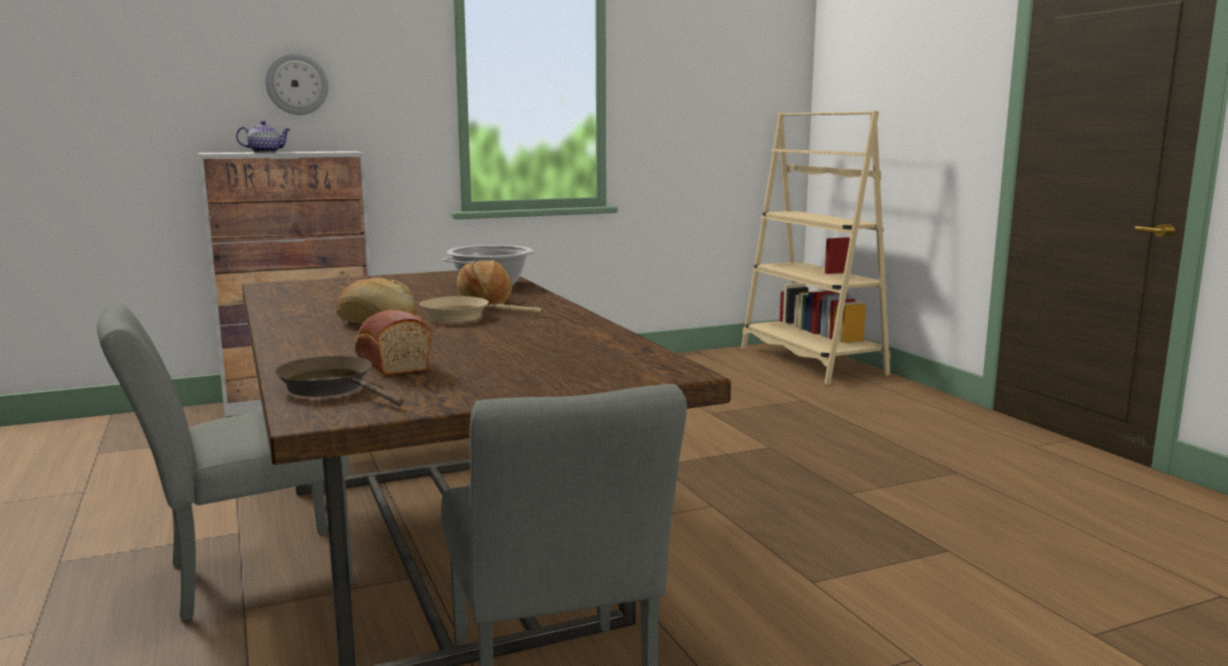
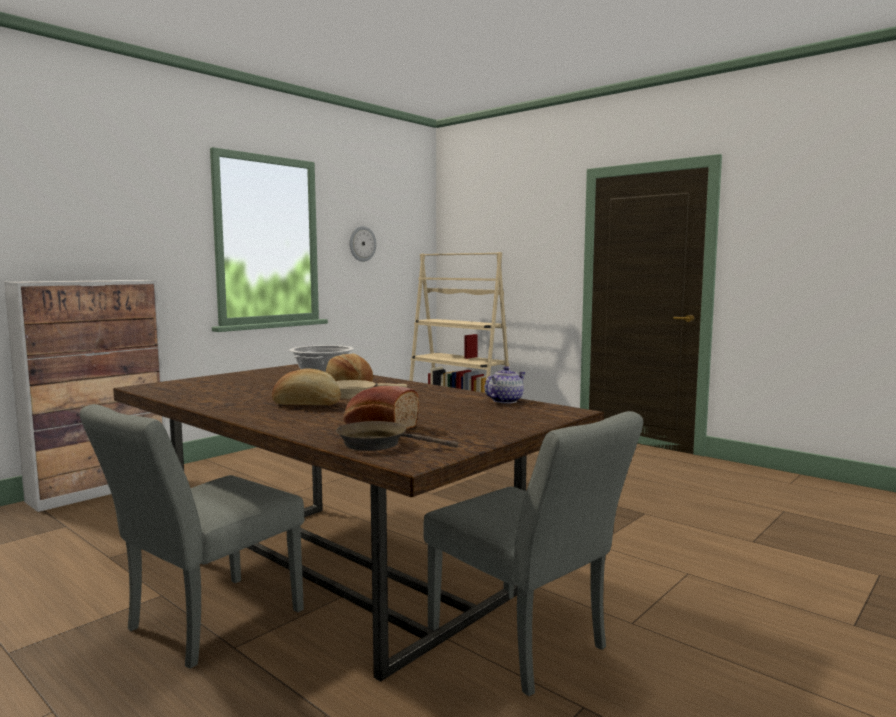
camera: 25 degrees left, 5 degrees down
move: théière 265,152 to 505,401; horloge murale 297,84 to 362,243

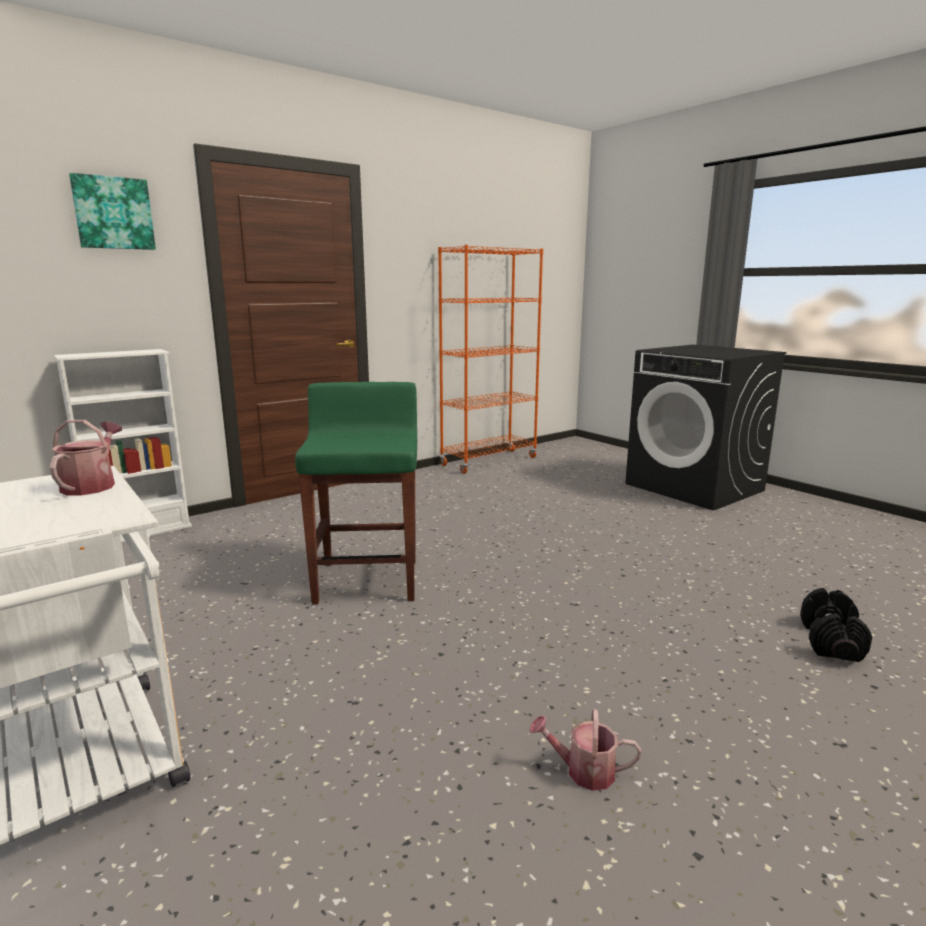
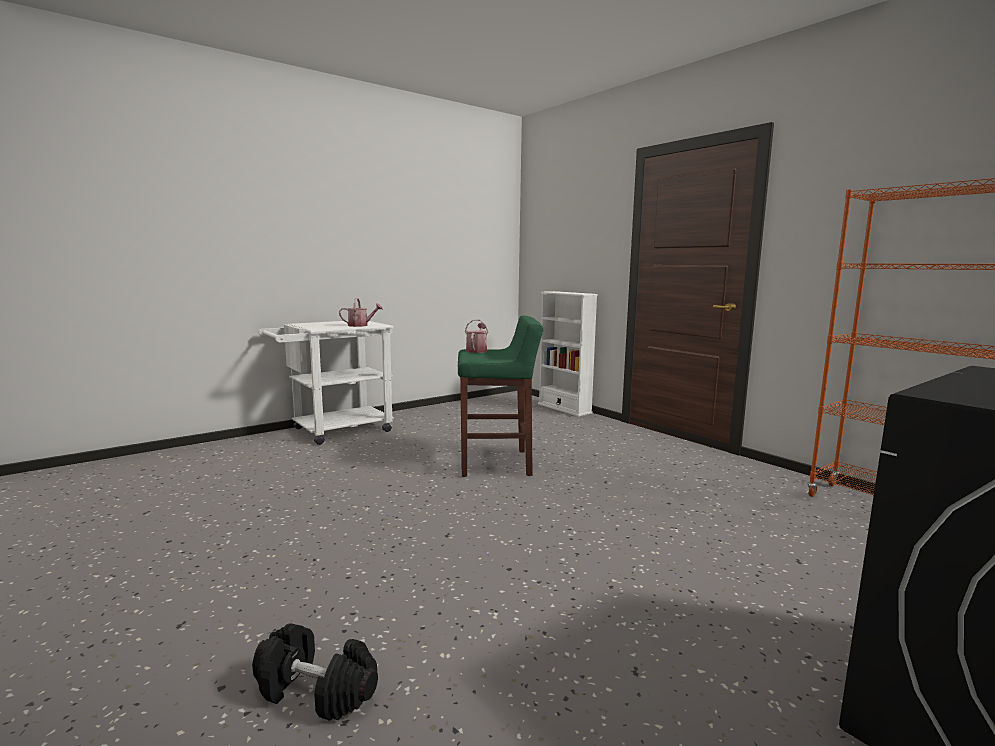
camera: 90 degrees right, 5 degrees down
delete: tableau 113,213
move: arrosoir 583,771 to 477,350

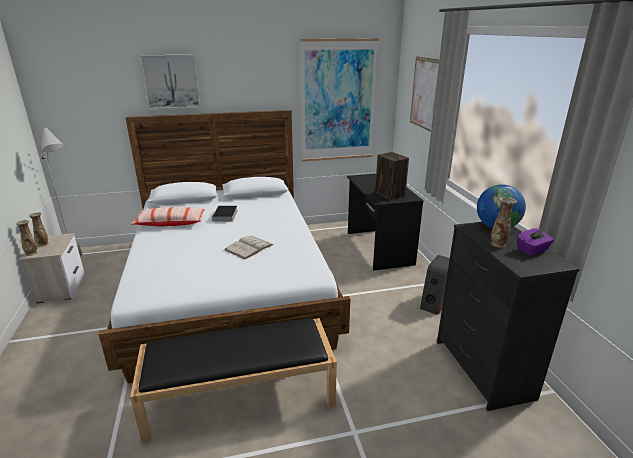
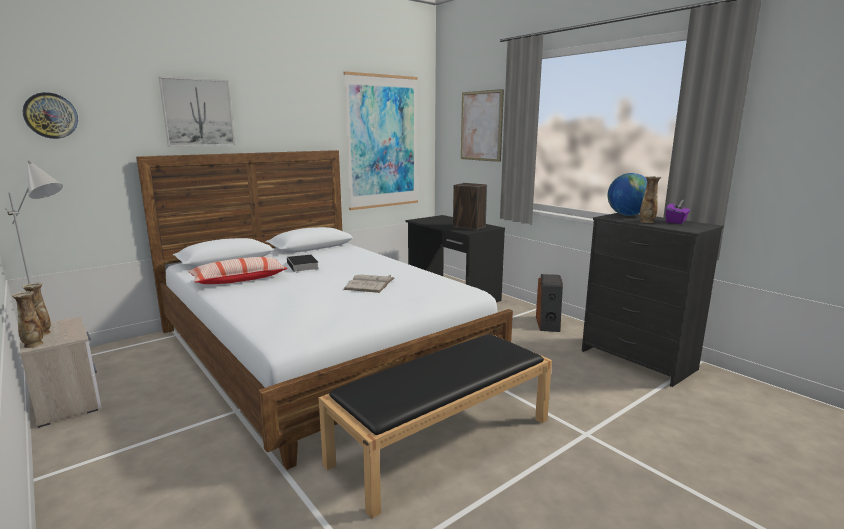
camera: 25 degrees left, 10 degrees down
insert: horloge murale 50,115

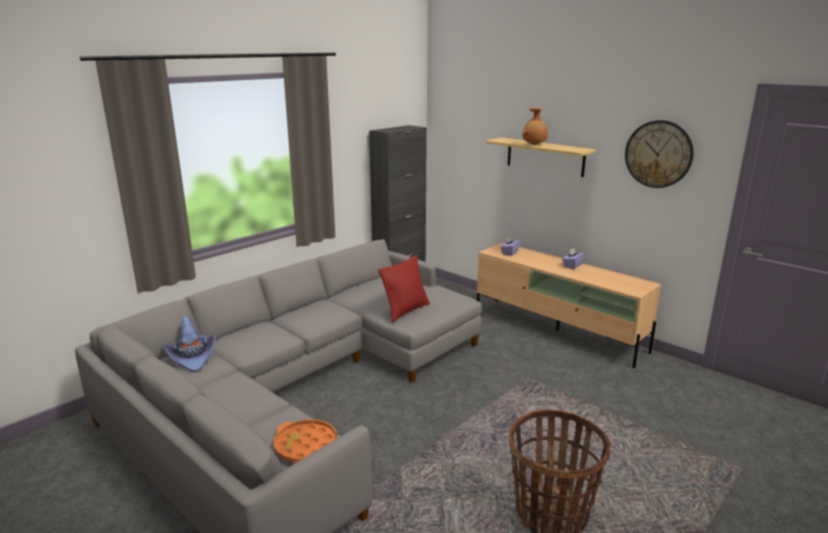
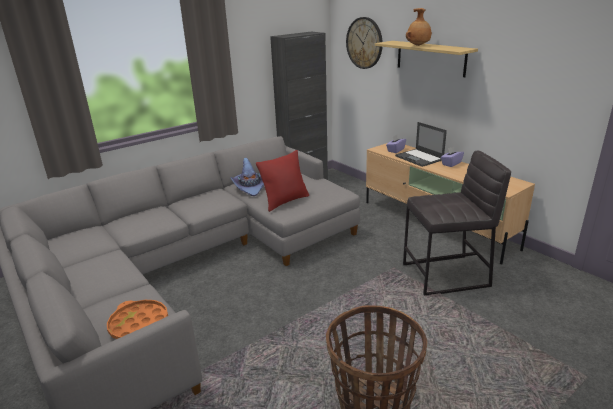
camera: 10 degrees right, 5 degrees up
insert: ordinateur portable 419,158; tabouret/gris 446,275
move: chapeau/violet 192,357 to 250,187; horloge murale 658,154 to 364,43

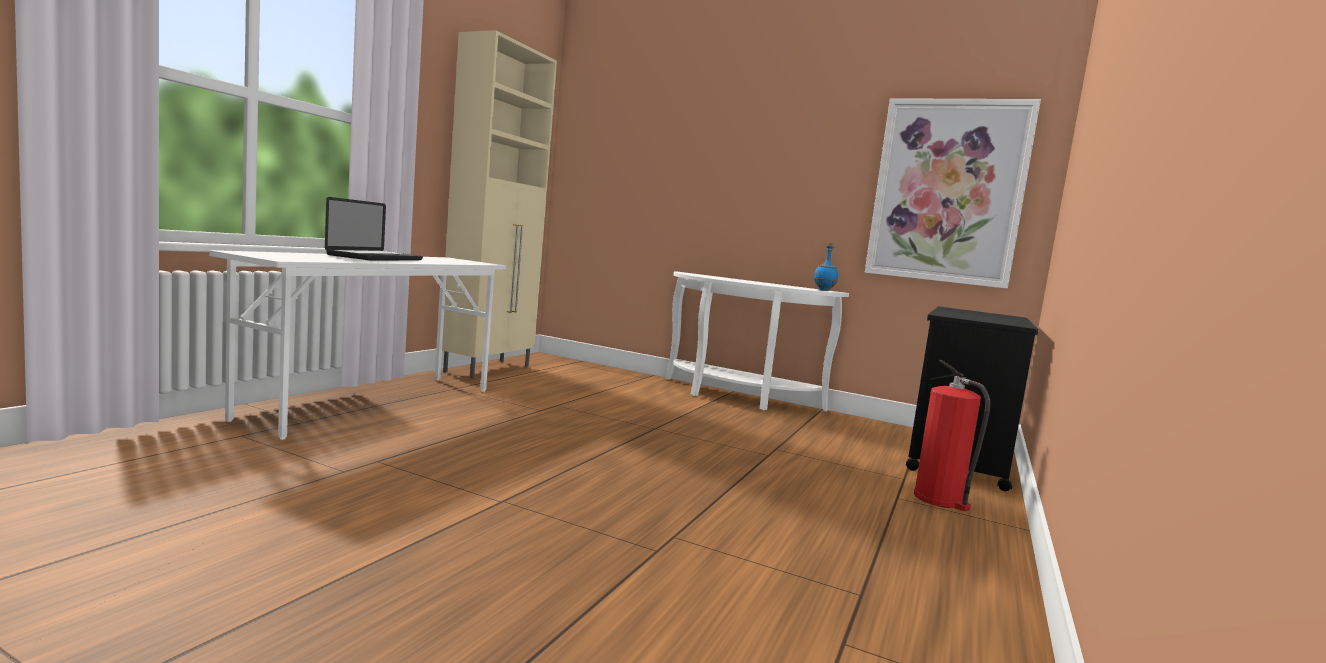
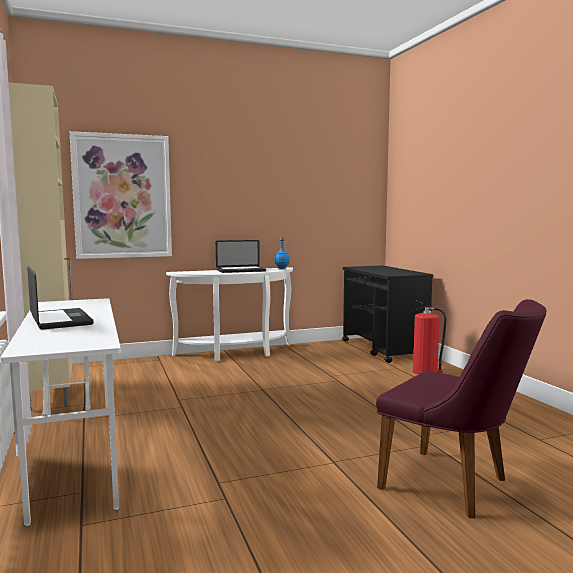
camera: 45 degrees left, 0 degrees up
insert: ordinateur portable 241,270; chaise/violet 455,486
move: tableau 947,191 to 122,196

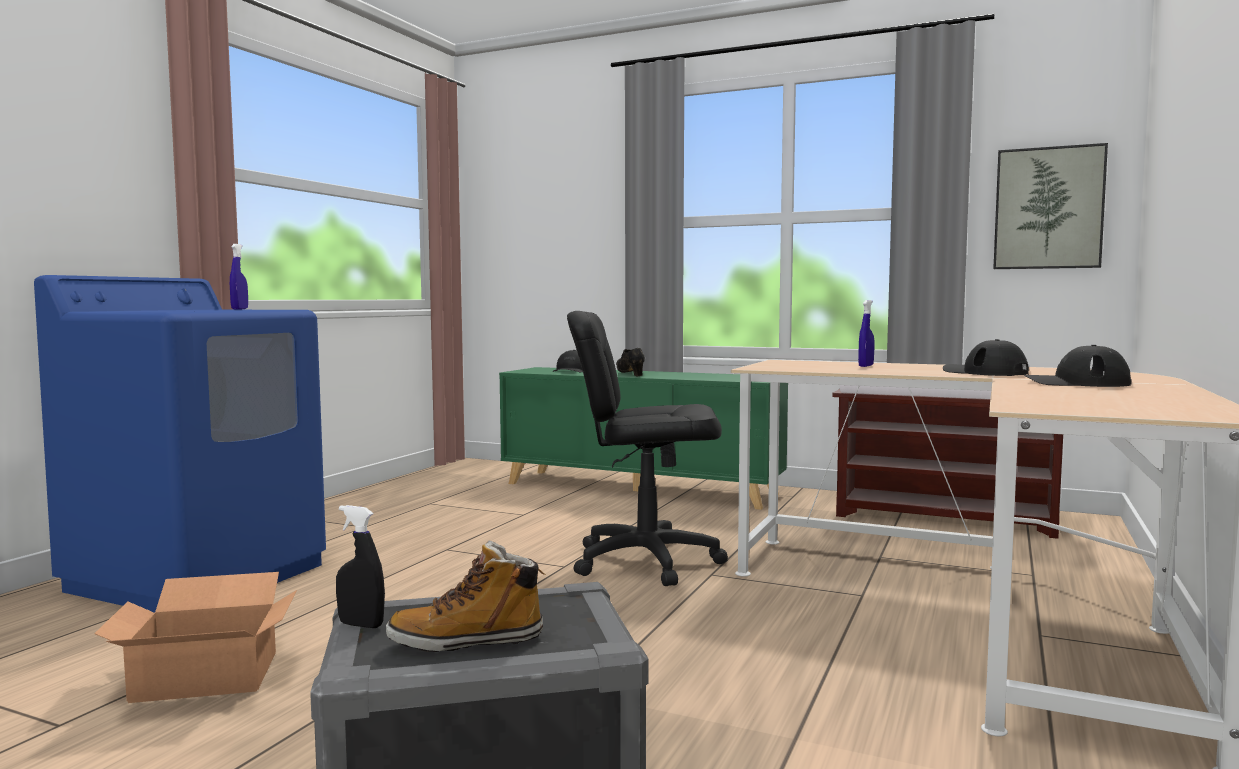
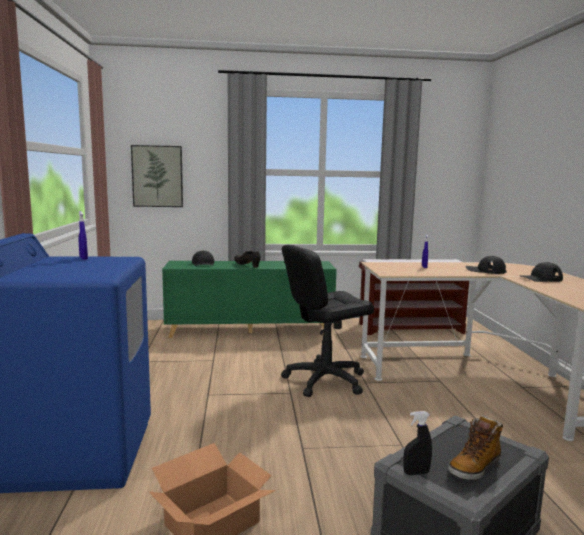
camera: 30 degrees left, 5 degrees up
move: tableau 1048,208 to 157,176

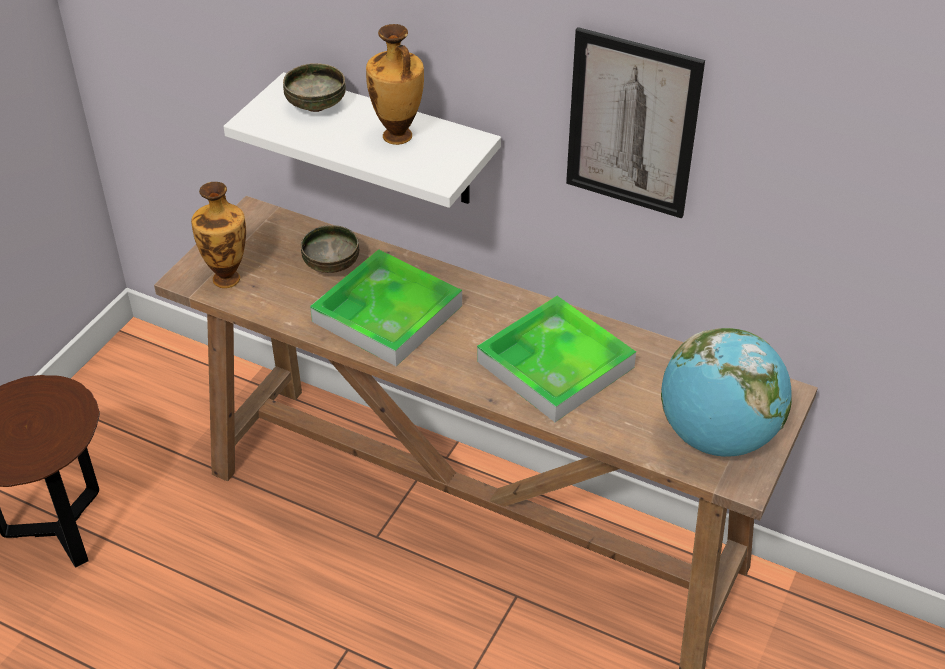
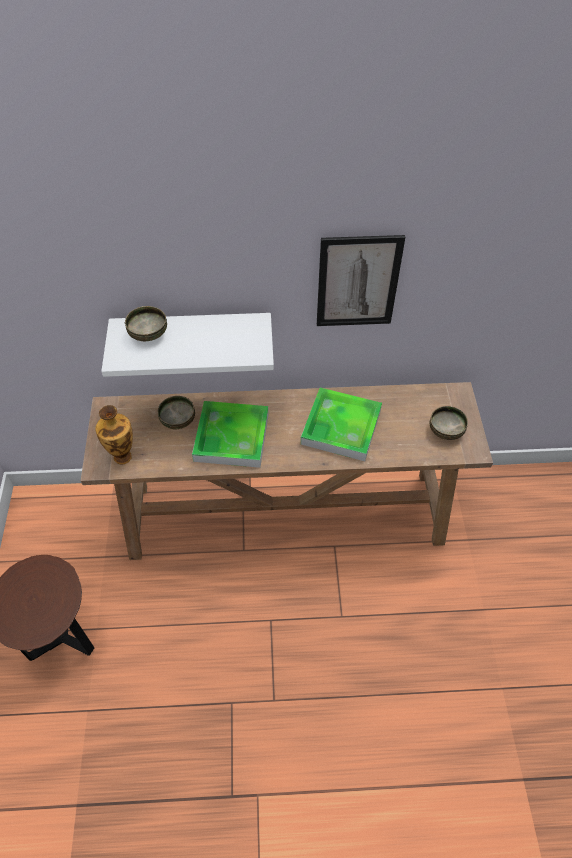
camera: 30 degrees left, 10 degrees up
delete: vase 398,137
replace: globe 717,437 to bol 446,431

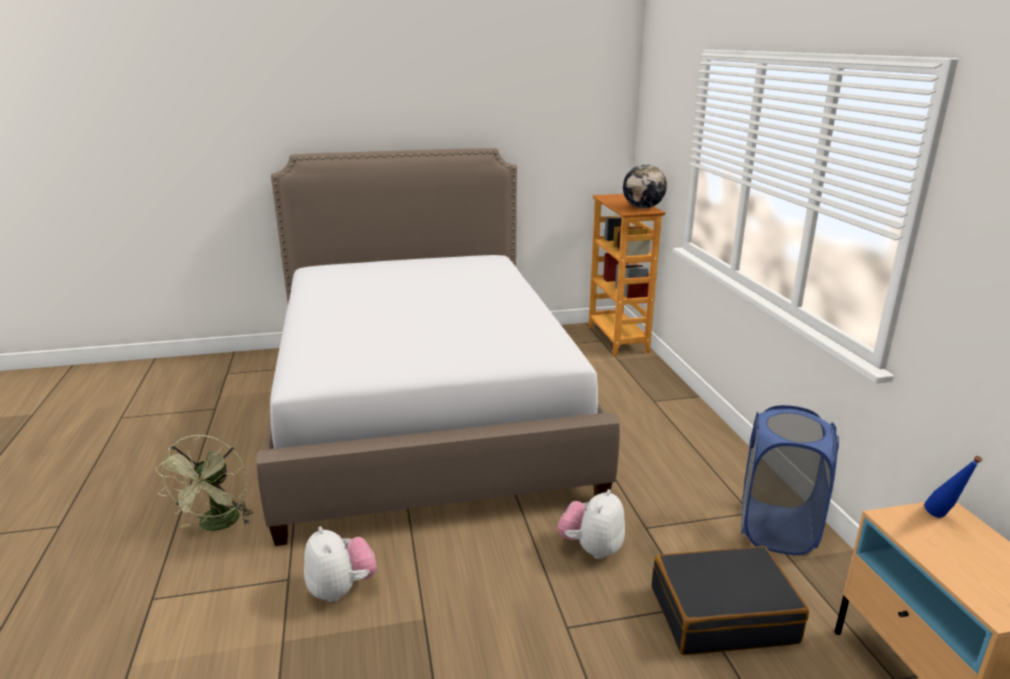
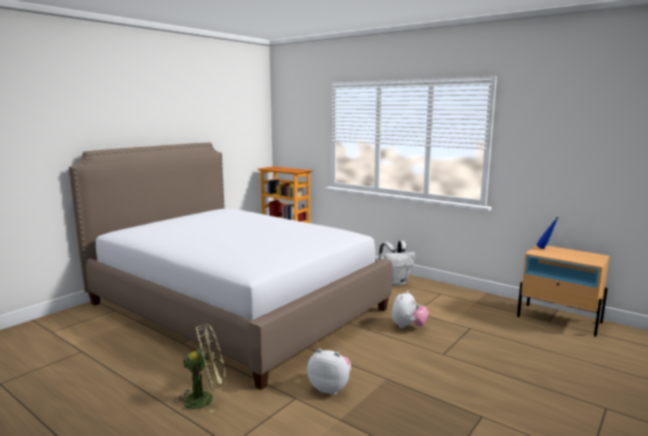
camera: 40 degrees left, 10 degrees down
delete: globe 643,208; valise/noir 722,614; panier à linge/bleu 776,529
insert: sac à dos/blanc 395,283
rotate: ventilateur/vert 217,525 = 205,398 75 degrees counterclockwise; peluche 592,548 = 408,326 135 degrees counterclockwise

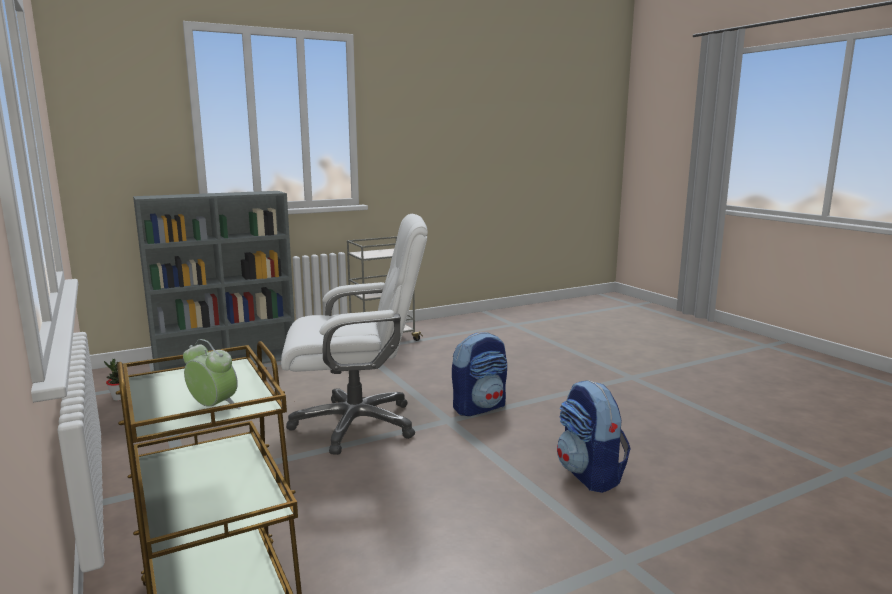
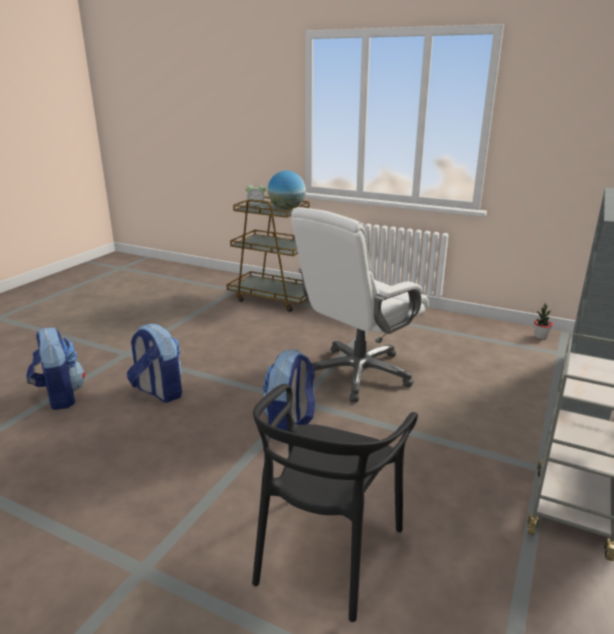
camera: 145 degrees right, 10 degrees up
insert: sac à dos 60,397; chaise/noir 326,551; globe 286,209

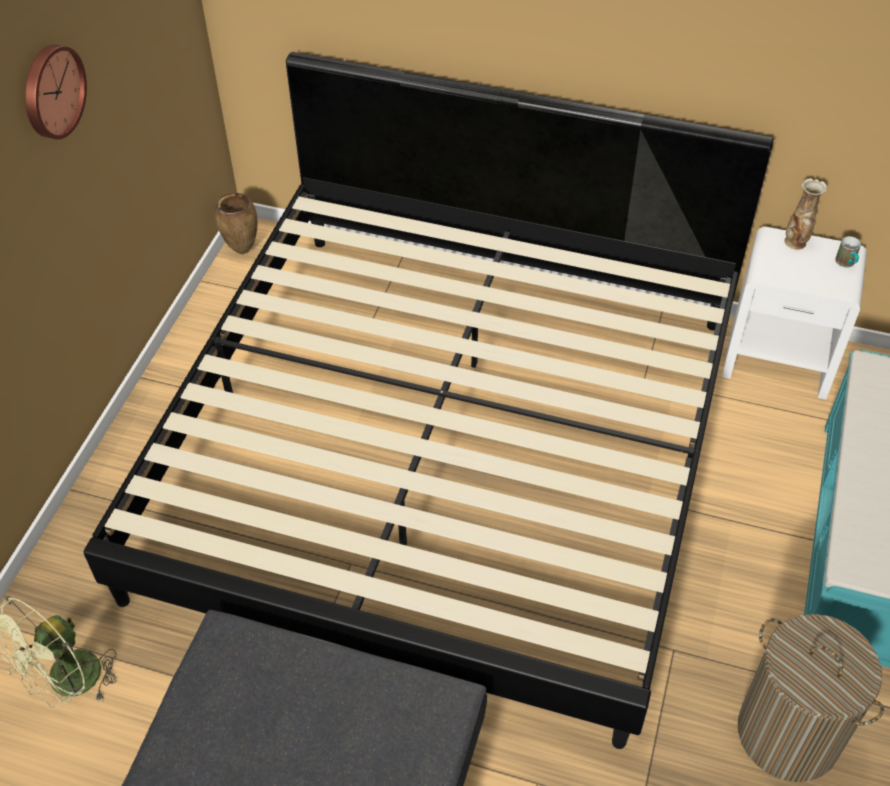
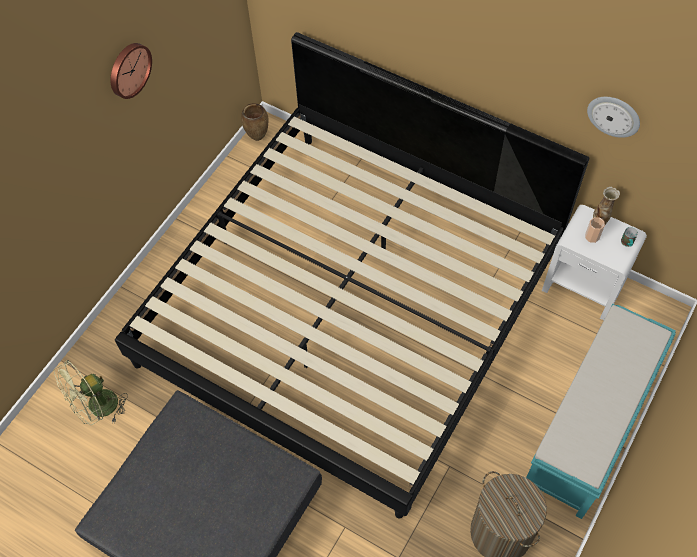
camera: 15 degrees right, 10 degrees up
insert: tasse 592,236; horloge murale 614,115

